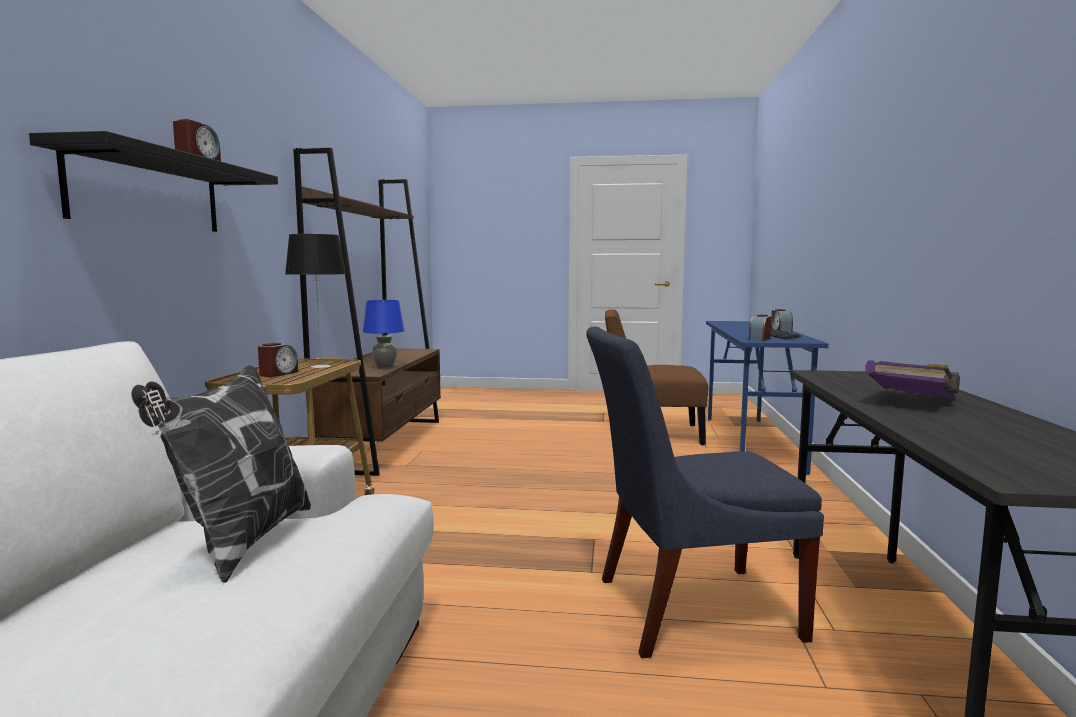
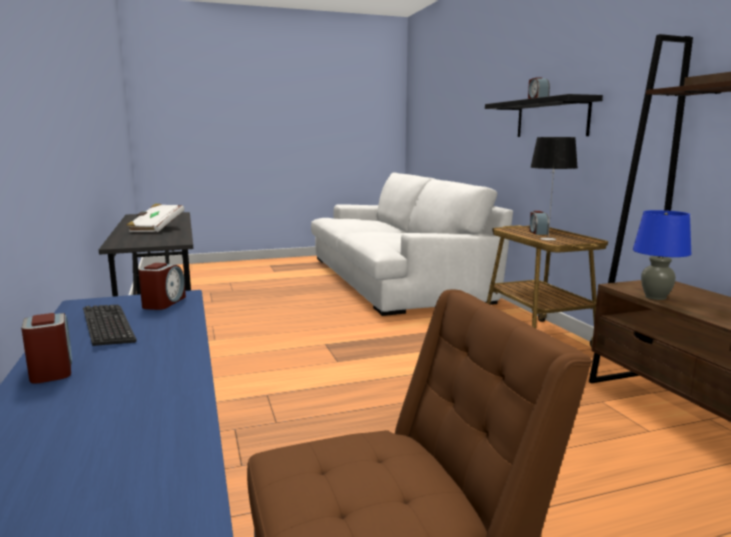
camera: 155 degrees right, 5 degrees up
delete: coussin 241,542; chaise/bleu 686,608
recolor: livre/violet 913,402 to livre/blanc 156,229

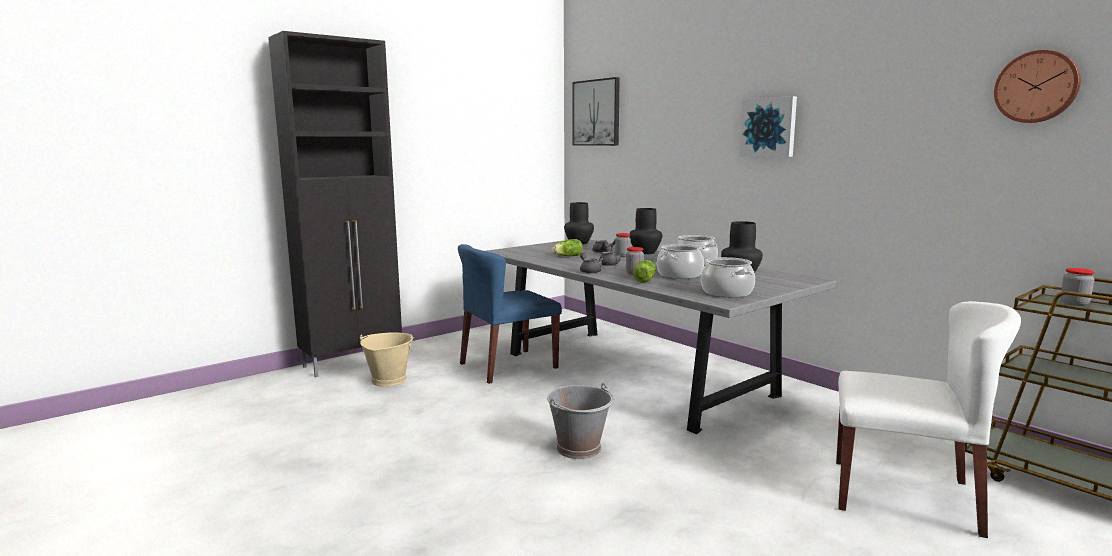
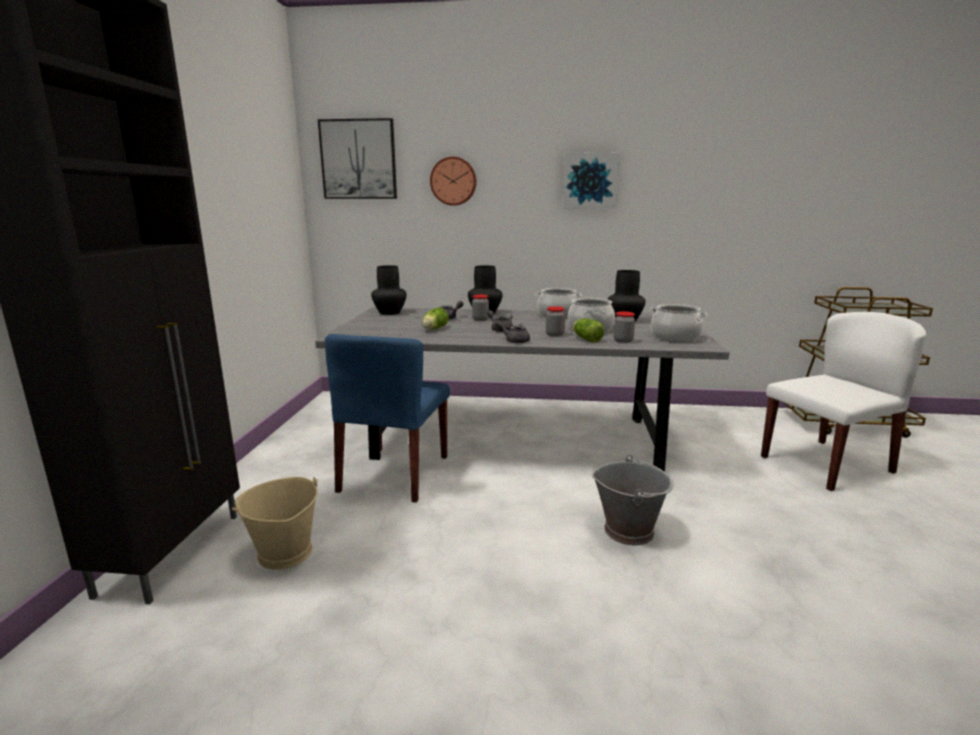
camera: 45 degrees left, 5 degrees up
move: horloge murale 1037,87 to 453,181; bocal 1074,303 to 623,341

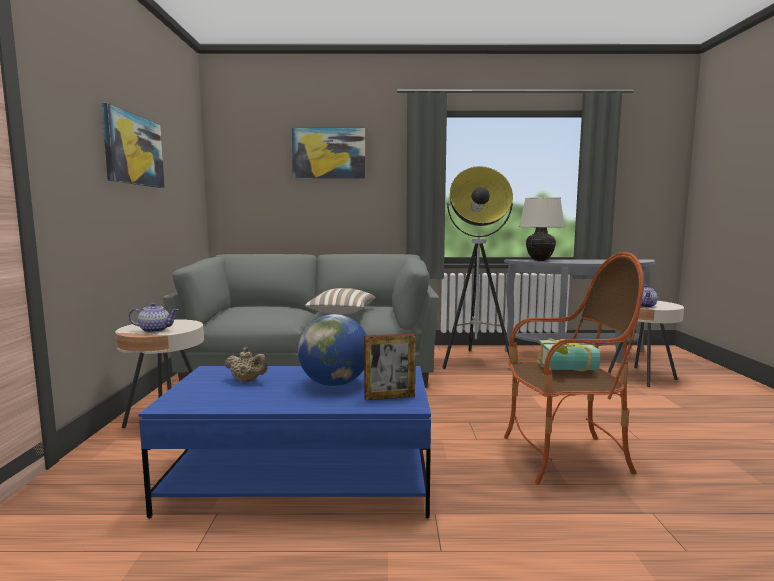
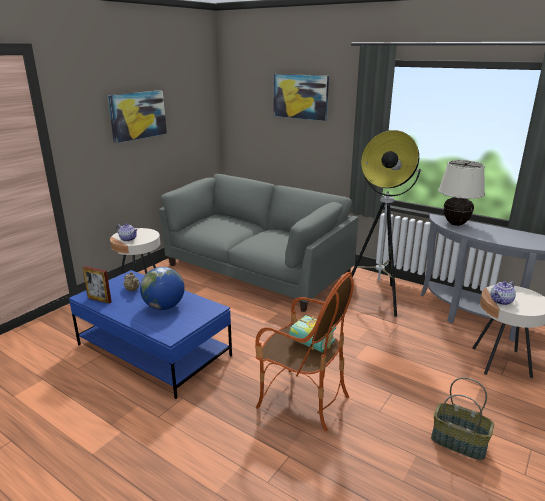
camera: 35 degrees right, 15 degrees up
delete: coussin 341,313
insert: panier 459,442
move: cadre photo 389,397 to 99,300

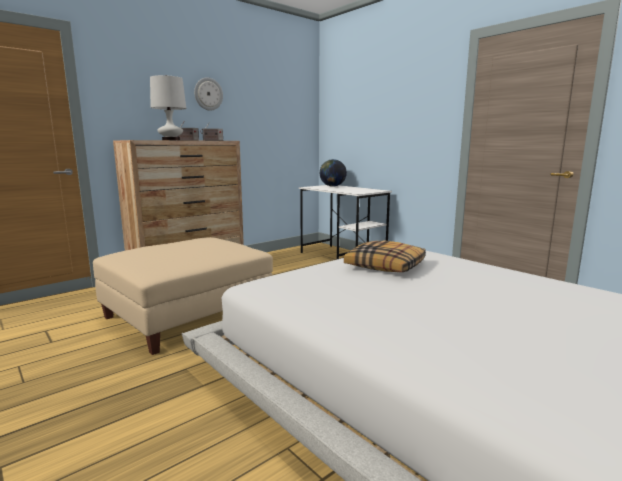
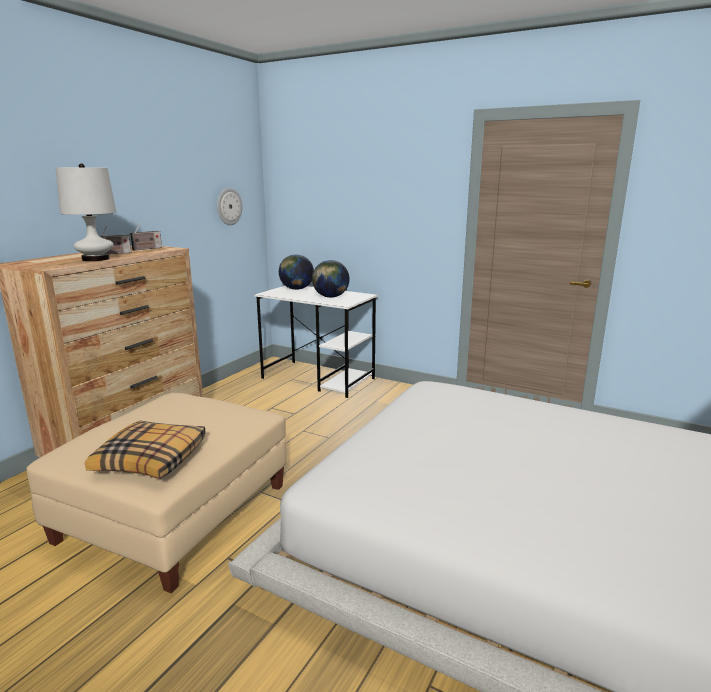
camera: 20 degrees left, 5 degrees up
insert: globe 330,297
move: horloge murale 208,94 to 228,206; coussin 386,266 to 151,460

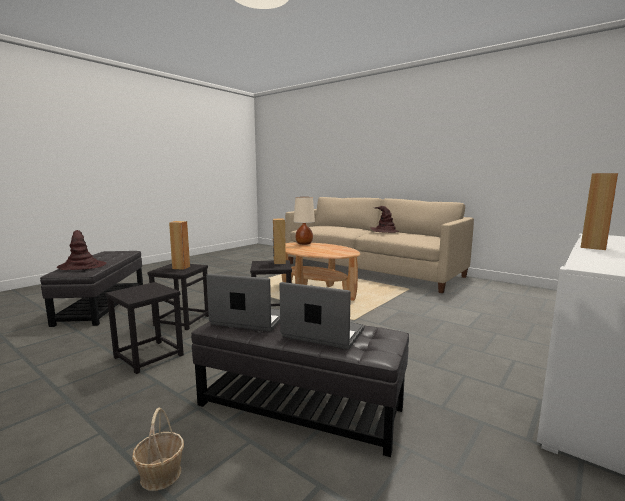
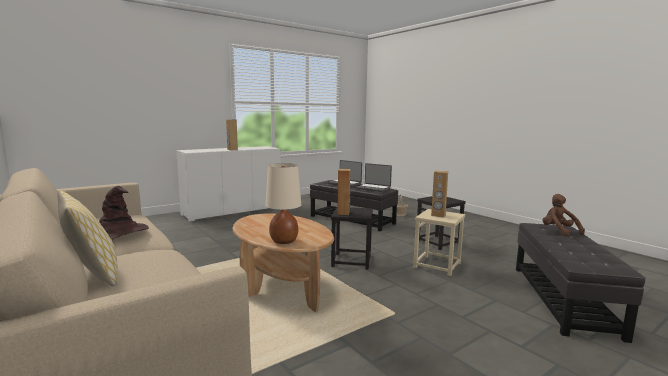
camera: 165 degrees left, 0 degrees up
insert: coussin 93,275
replace: chapeau/marron 82,266 to peluche/marron 558,231
recolor: tabouret/noir 182,320 to tabouret/beige 437,265

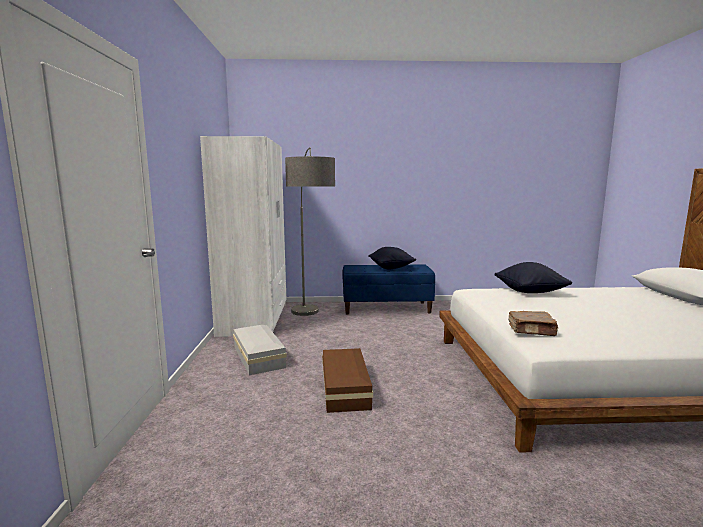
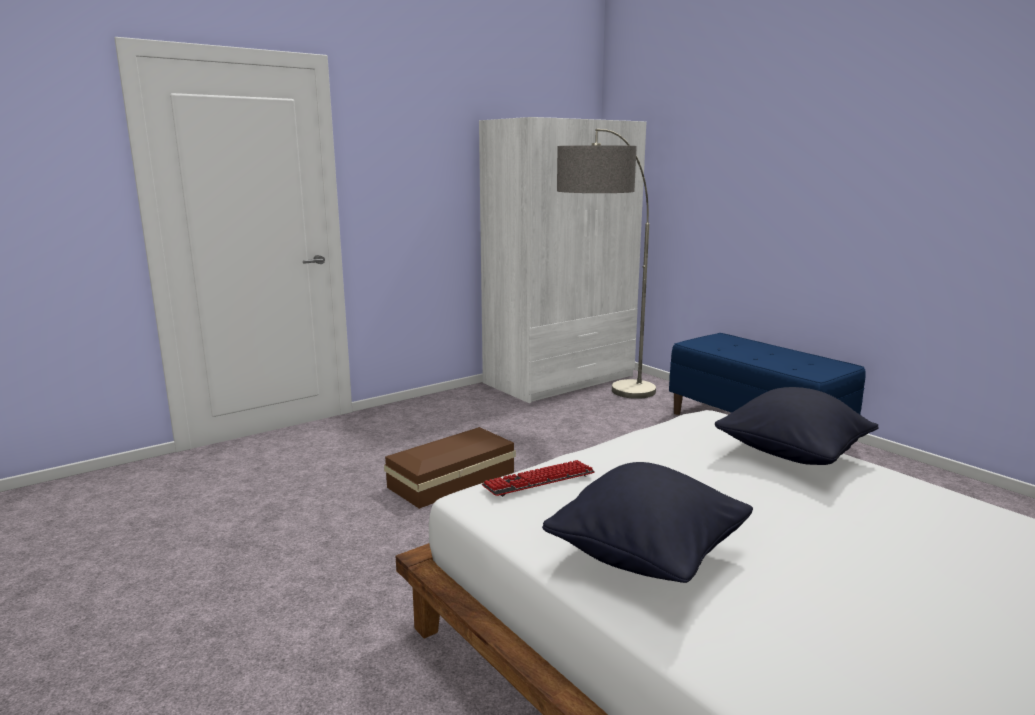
camera: 55 degrees right, 5 degrees up
delete: boîte de rangement/blanc 259,356
move: coussin/noir 391,268 to 647,557
replace: livre/marron 532,331 to clavier 539,480

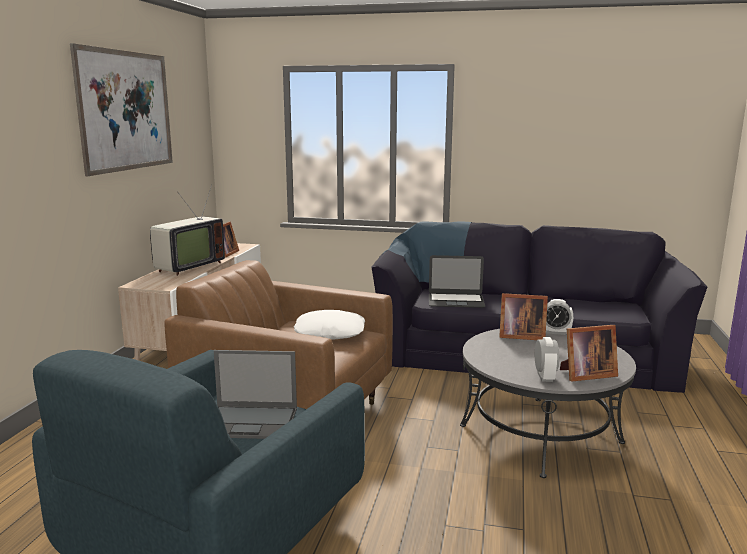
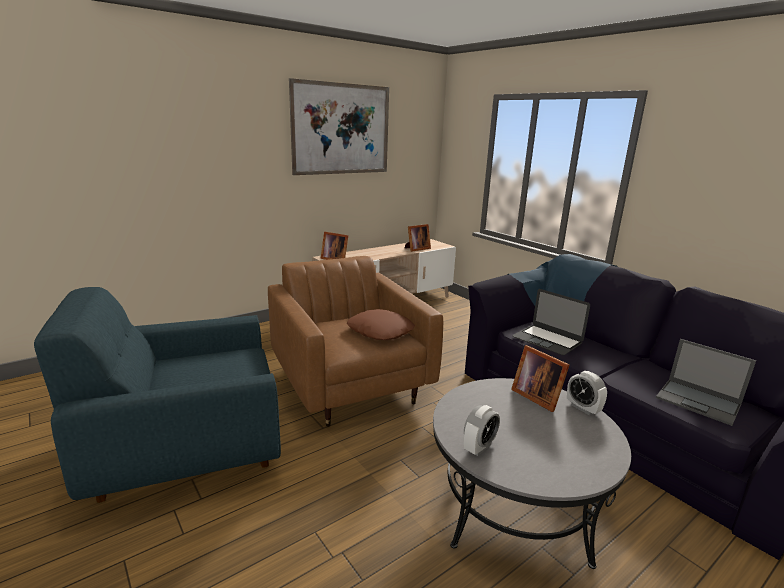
camera: 40 degrees right, 5 degrees up
delete: téléviseur 187,267
move: ordinateur portable 252,422 to 699,402; cadre photo 585,374 to 334,259
recolor: coussin/blanc 330,332 to coussin/marron 381,331

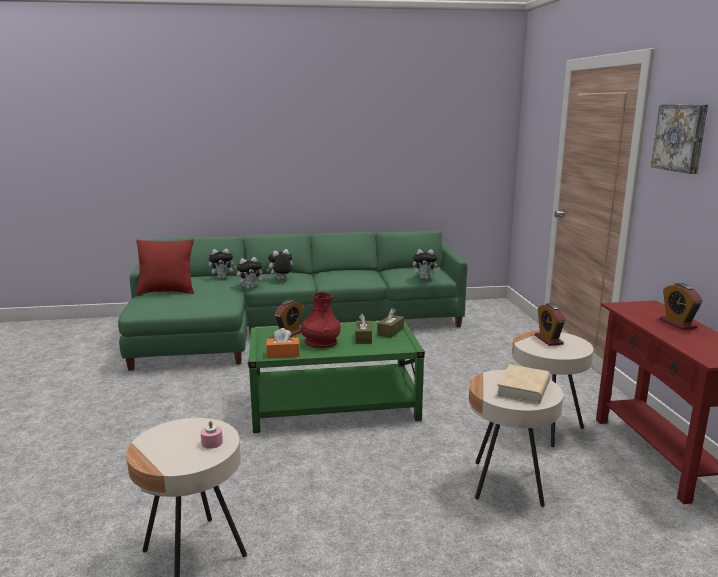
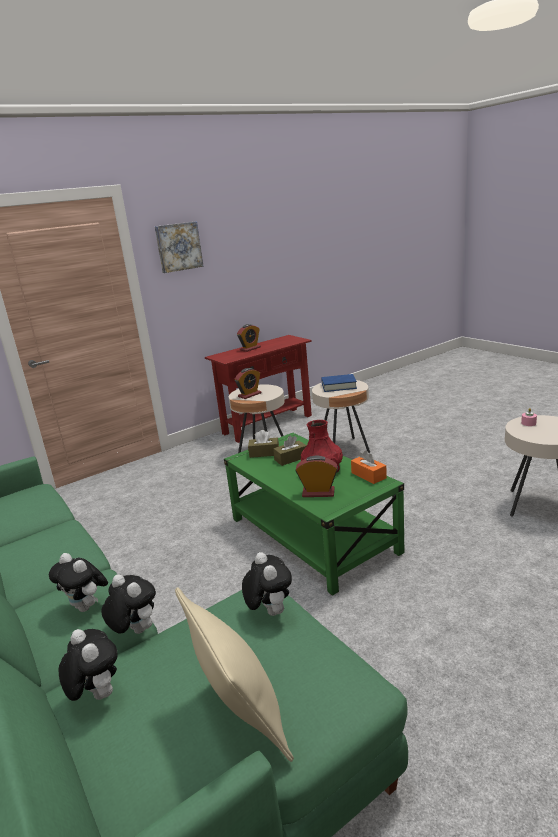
camera: 115 degrees left, 5 degrees up
move: peluche 425,278 to 269,611
recolor: coussin/rouge 167,291 to coussin/beige 242,716; livre/beige 523,389 to livre/bleu 339,386

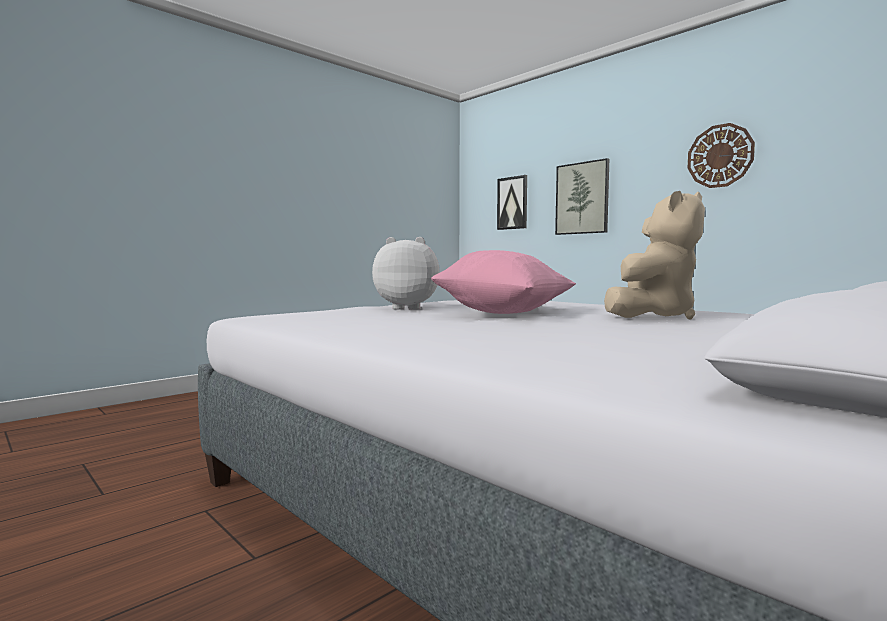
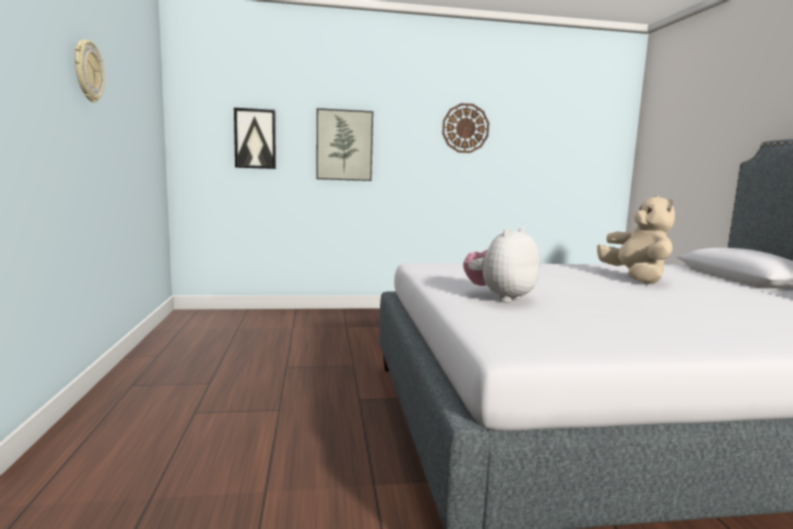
camera: 55 degrees left, 5 degrees up
delete: coussin/rose 505,313
insert: horloge murale 87,71

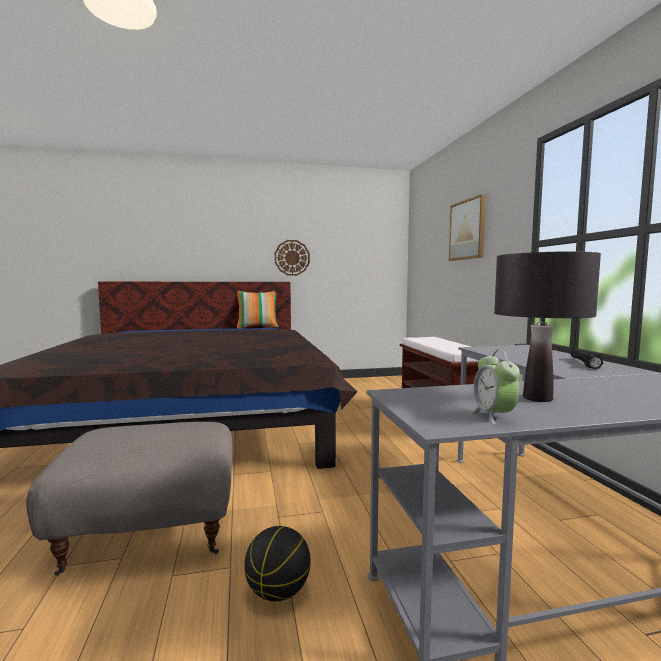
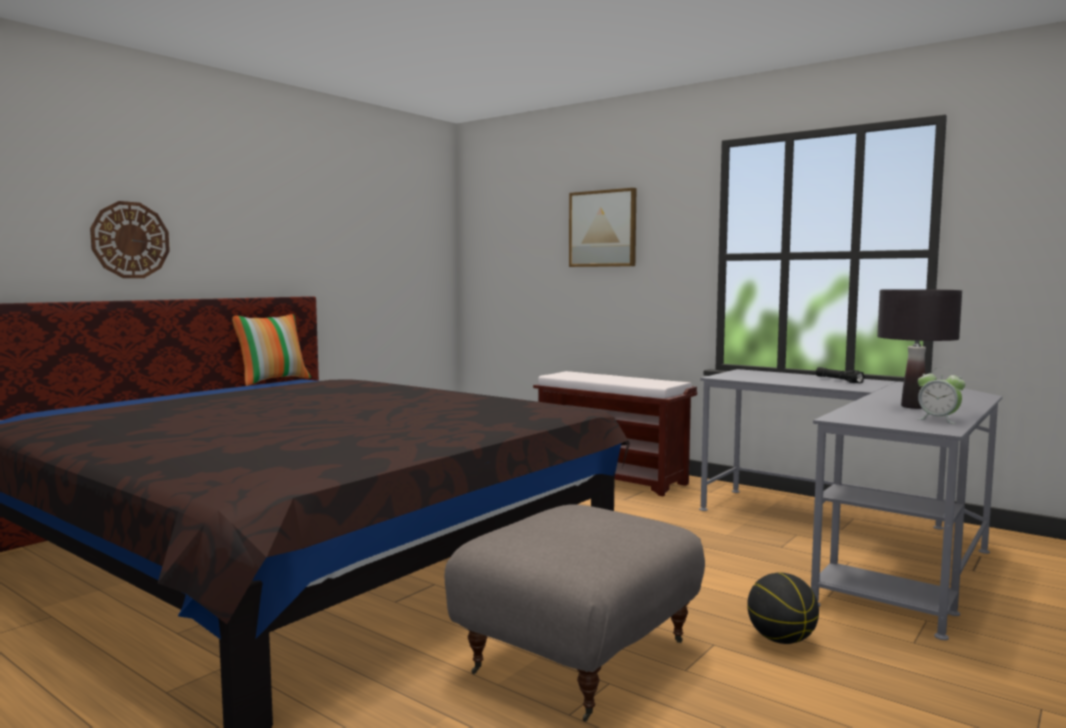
camera: 40 degrees left, 0 degrees up
move: horloge murale 292,257 to 130,240

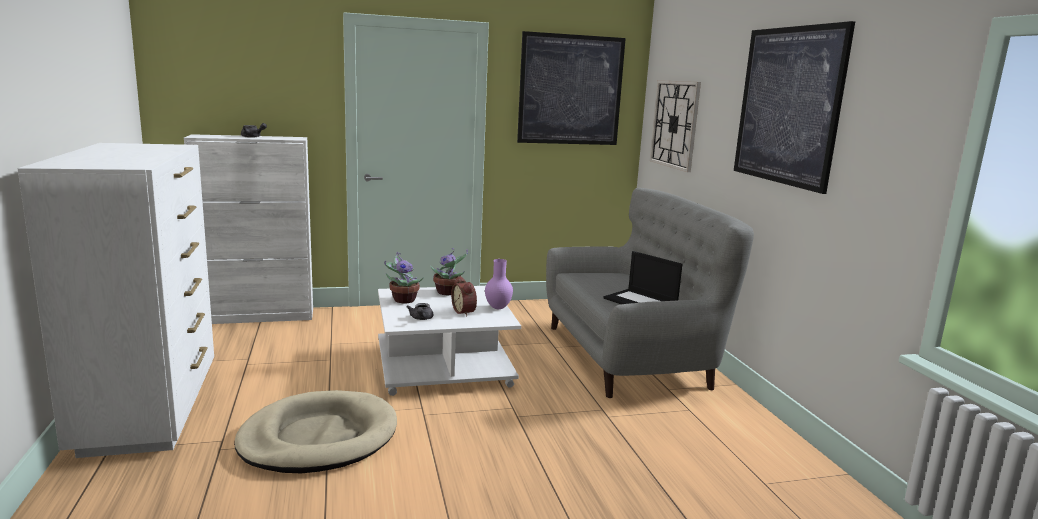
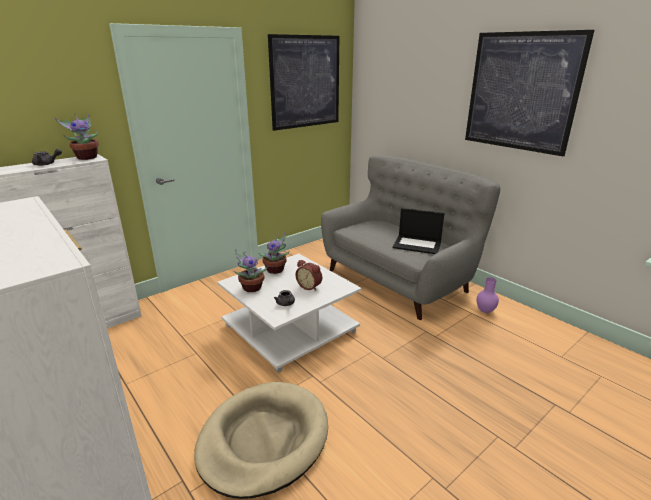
camera: 25 degrees left, 10 degrees up
delete: horloge murale 675,124
insert: plante en pot 87,157
move: vase/violet 498,308 to 485,311

